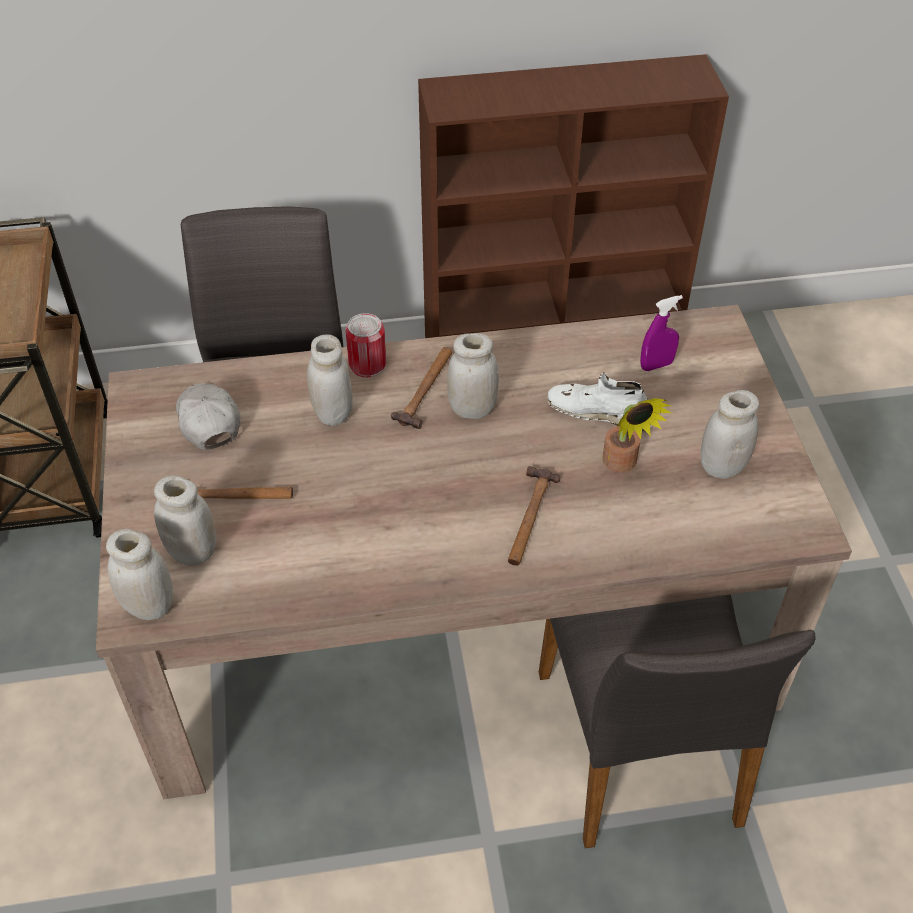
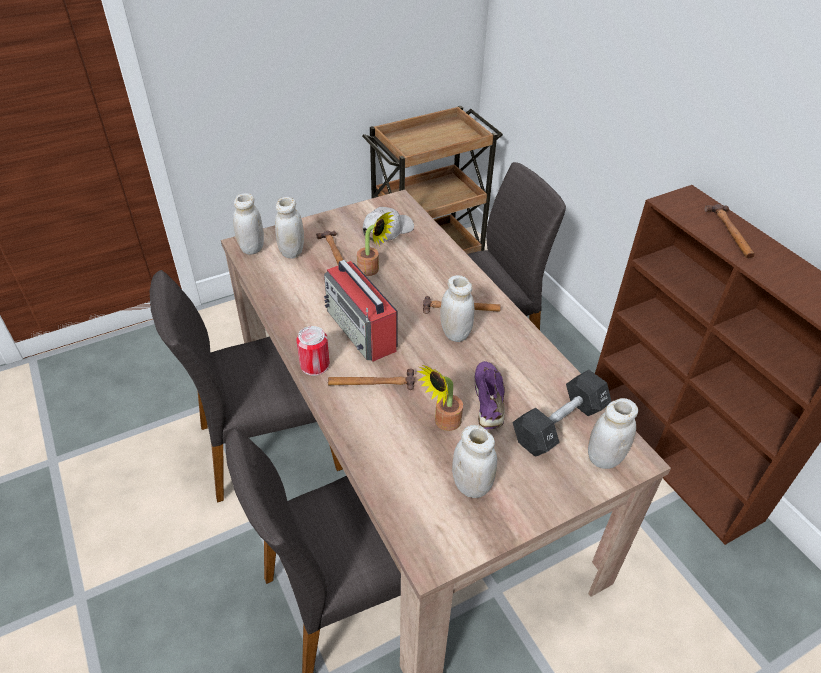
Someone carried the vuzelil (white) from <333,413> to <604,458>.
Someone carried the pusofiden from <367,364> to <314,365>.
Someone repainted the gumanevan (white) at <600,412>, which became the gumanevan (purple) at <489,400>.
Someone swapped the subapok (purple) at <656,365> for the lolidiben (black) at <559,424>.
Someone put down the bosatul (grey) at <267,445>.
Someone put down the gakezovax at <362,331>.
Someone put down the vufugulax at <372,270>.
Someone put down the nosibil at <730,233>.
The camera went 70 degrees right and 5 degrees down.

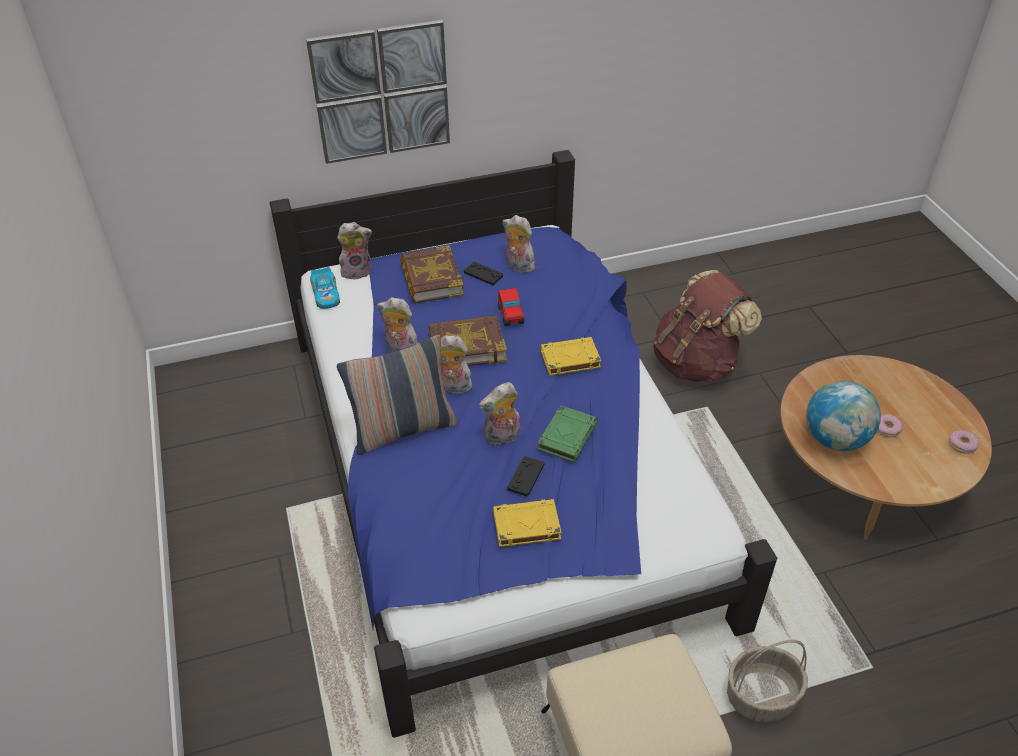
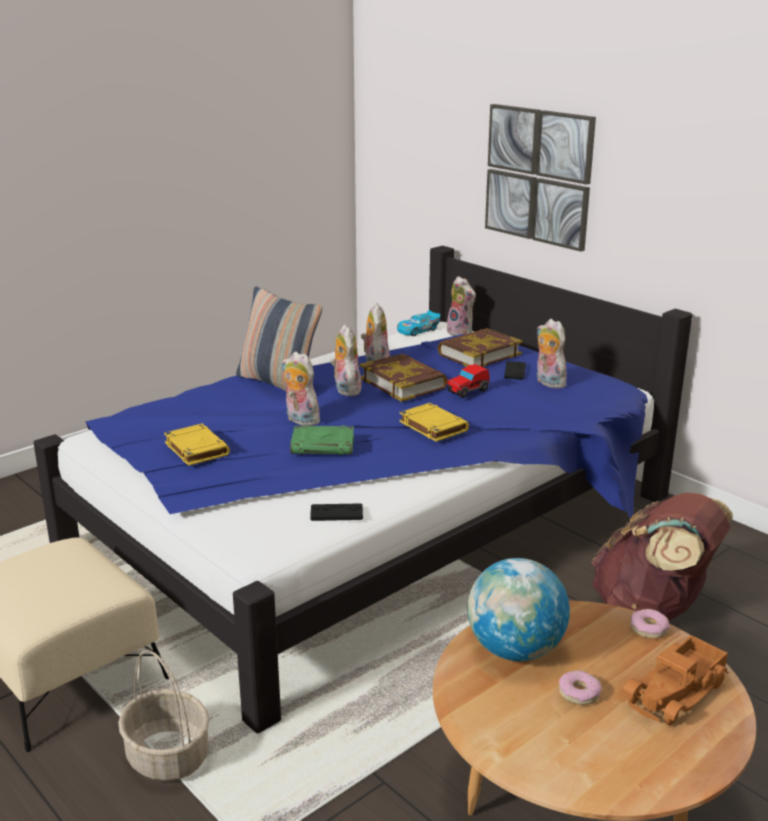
Someone rotated the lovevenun at <518,266> by 45 degrees counterclockwise.
Someone carried the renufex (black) from <525,477> to <336,513>.
Someone carried the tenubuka from <962,445> to <648,629>.
Someone put down the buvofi at <677,692>.
The camera went 65 degrees right and 20 degrees down.

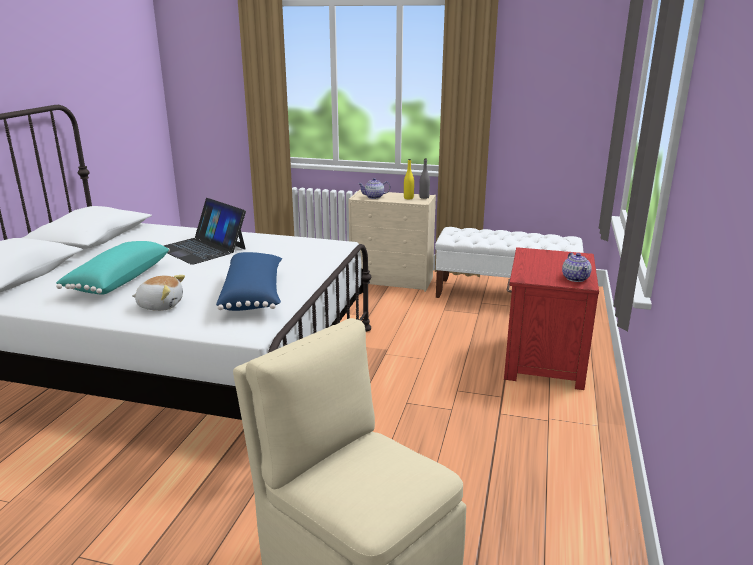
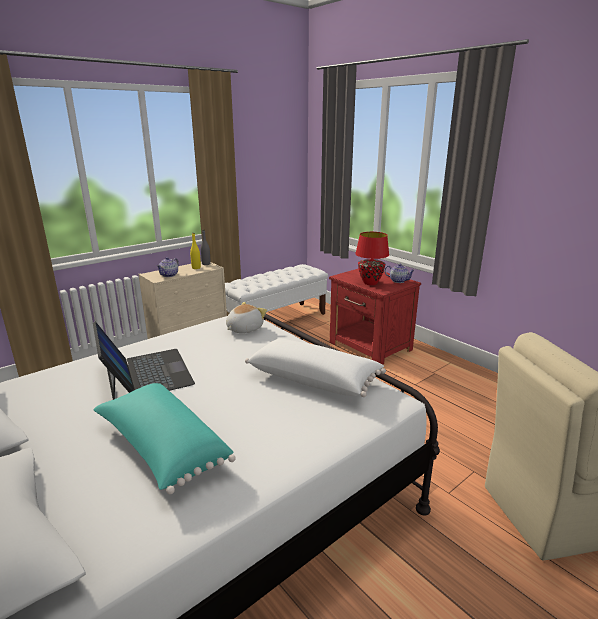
Someone carried the lovevenun from <160,305> to <244,329>.
Someone rotated the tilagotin at <202,248> by 105 degrees counterclockwise.
Someone repainted the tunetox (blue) at <254,295>, which became the tunetox (white) at <314,379>.
Someone put down the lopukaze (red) at <370,283>.
The camera went 55 degrees left and 0 degrees up.

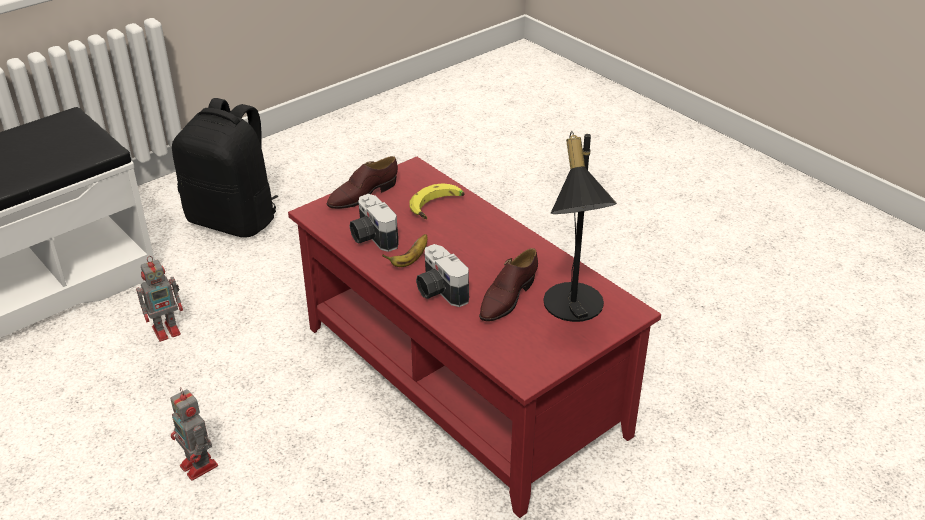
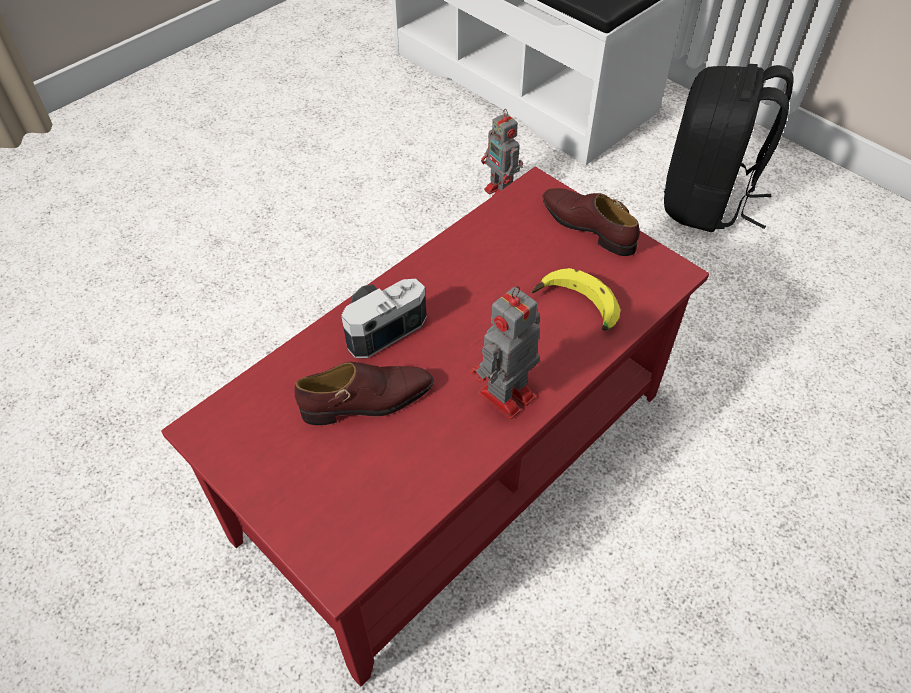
Someone carried the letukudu from <200,467> to <504,397>.
Someone took away the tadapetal at <371,237>.
Someone took away the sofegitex at <410,260>.
Someone rotated the gumanevan (brown) at <507,298> by 135 degrees clockwise.
Someone took away the lopukaze (black) at <572,310>.
The camera went 85 degrees right and 15 degrees up.

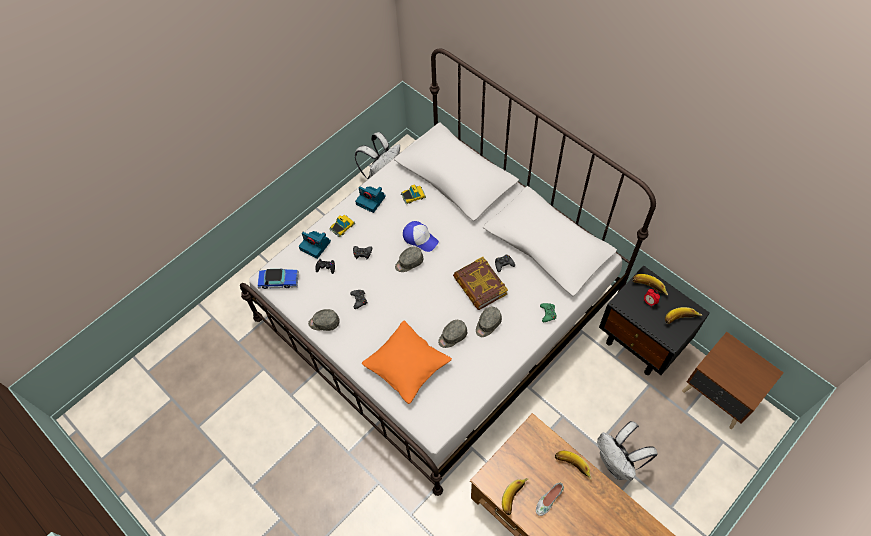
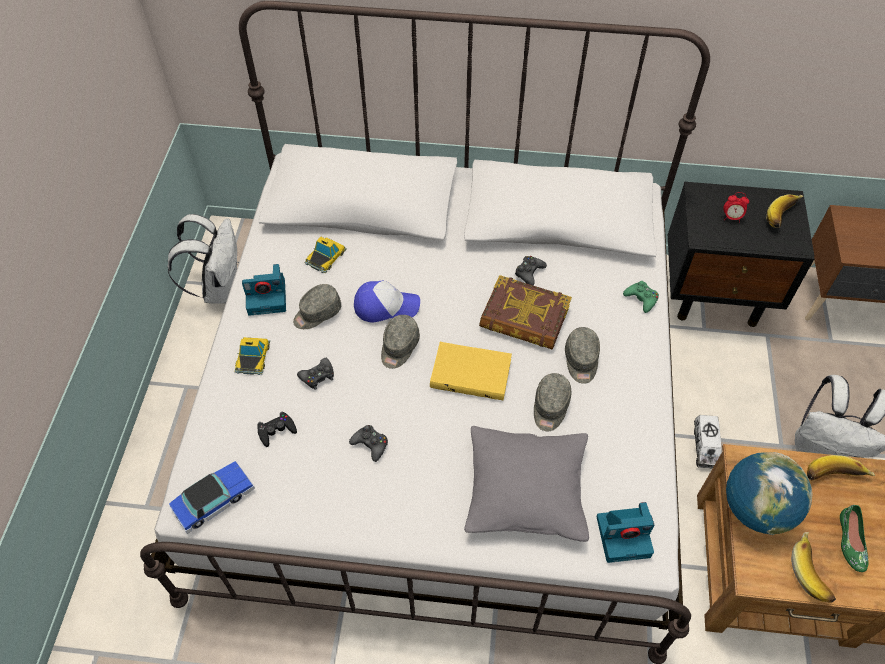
Someone carried the tadapetal from <316,245> to <624,535>.
Someone carried the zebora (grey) from <324,323> to <317,313>.
Someone repainted the tunetox (orange) at <407,365>, which became the tunetox (grey) at <526,490>.
Someone repainted the gumanevan (white) at <548,499>, which became the gumanevan (green) at <850,541>.
Someone took away the sofegitex at <648,288>.
Someone put down the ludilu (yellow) at <471,372>.
Someone put down the buvofi at <705,446>.
Someone put down the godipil at <756,509>.
The camera went 40 degrees left and 5 degrees down.

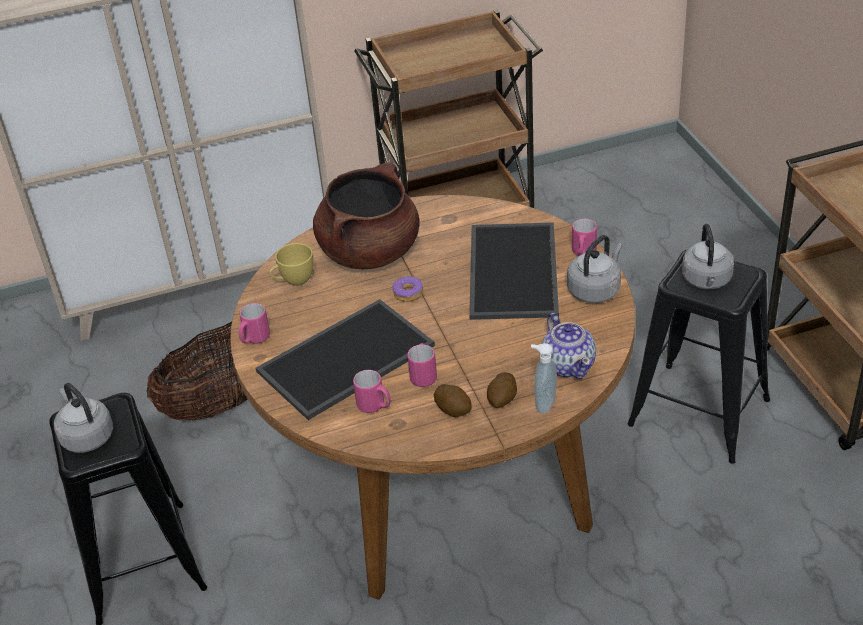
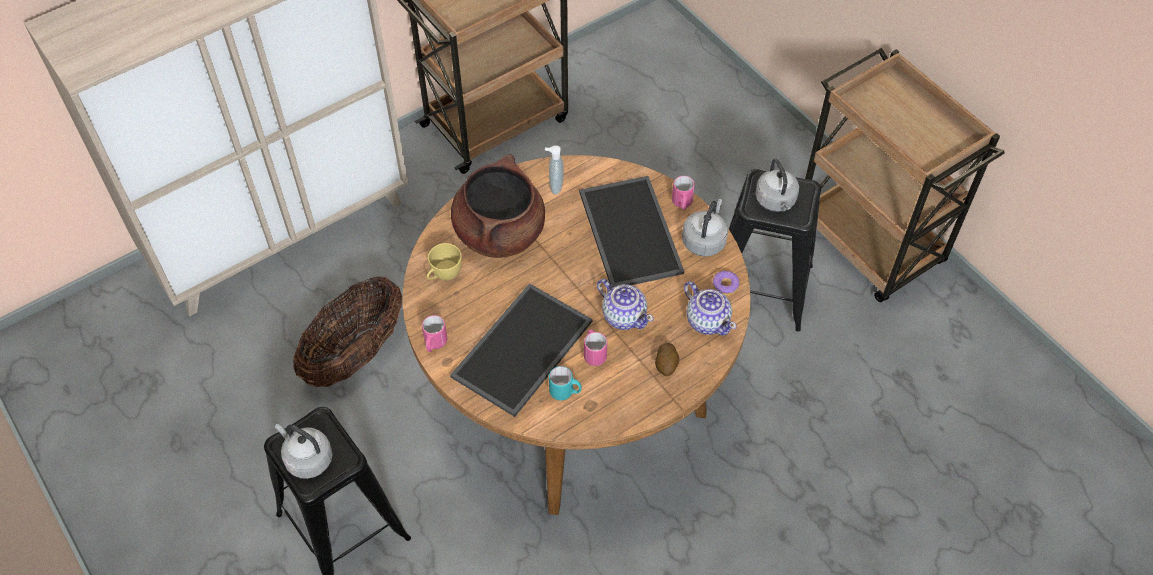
Someone repainted the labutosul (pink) at <375,406>, which became the labutosul (turquoise) at <565,392>.
Someone carried the tenubuka from <408,293> to <725,286>.
Someone took away the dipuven at <453,409>.
Someone carried the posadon from <543,404> to <554,186>.
Someone put down the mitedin at <624,315>.
The camera went 20 degrees left and 15 degrees up.

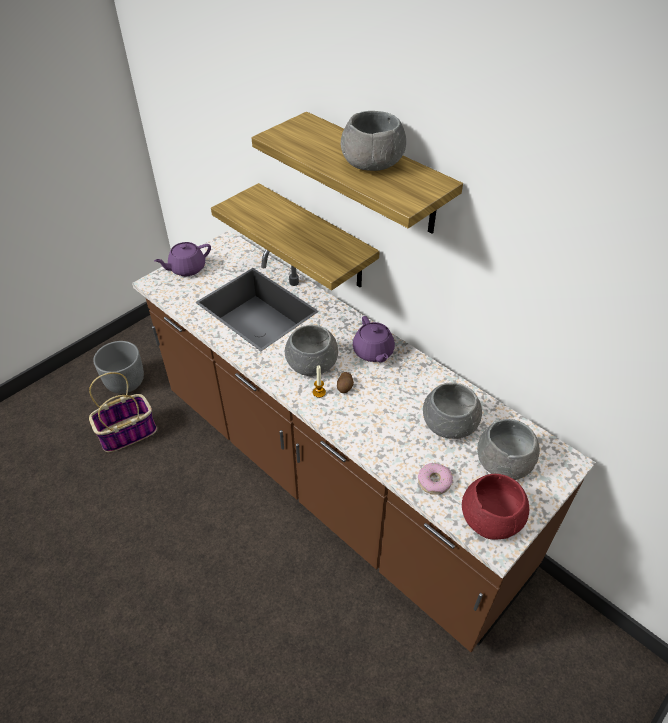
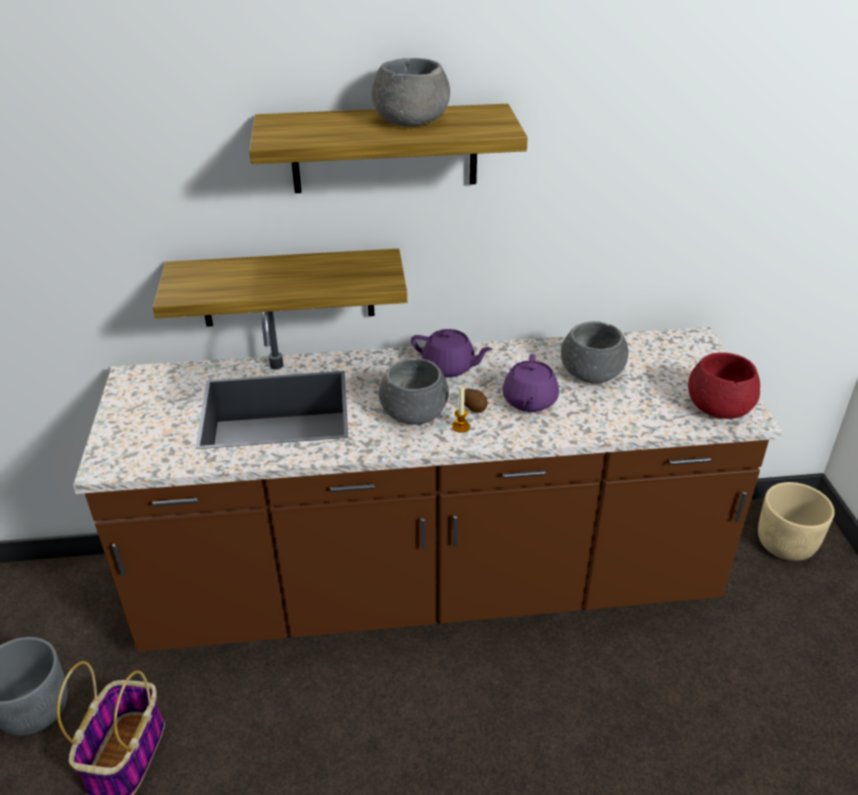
Someone carried the mitedin (purple) from <186,268> to <529,401>.
Someone took away the tenubuka at <434,481>.
Someone took away the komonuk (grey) at <503,462>.
Someone put down the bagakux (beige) at <786,544>.
The camera went 50 degrees left and 10 degrees down.

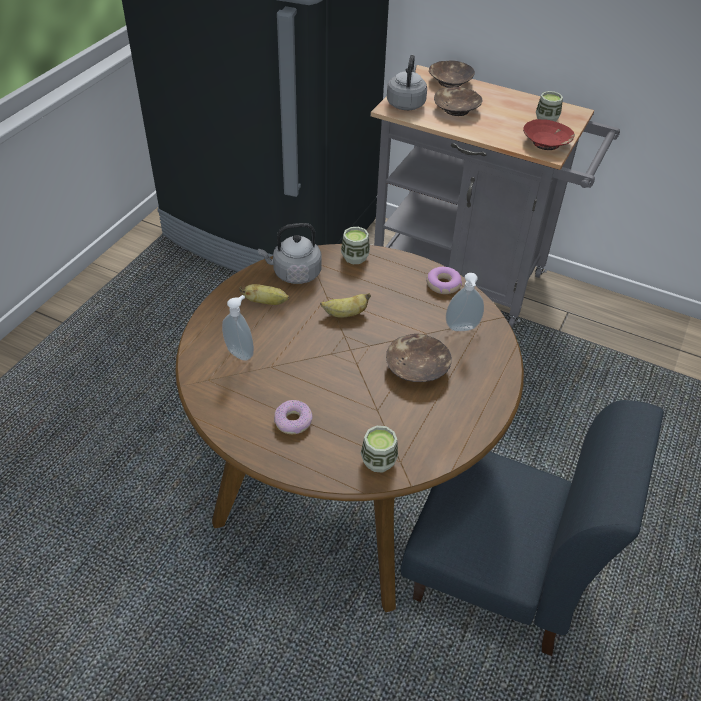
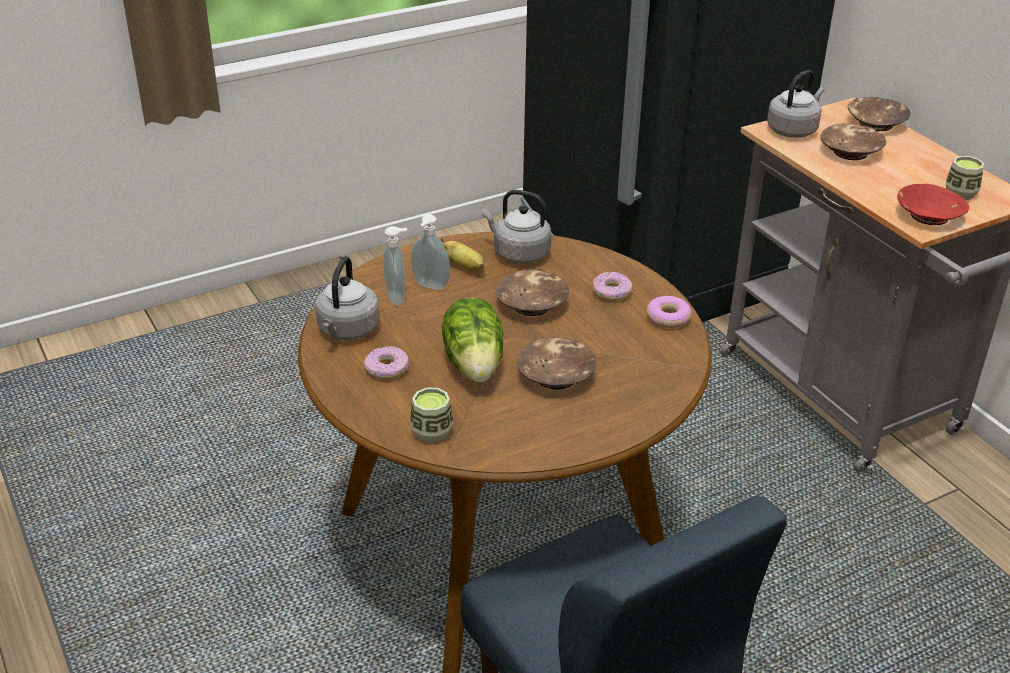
Someone swapped the sofegitex at <345,314> for the komonuk (brown) at <532,304>.
Someone took away the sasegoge at <355,257>.
Someone carried the posadon from <462,329> to <429,286>.
Someone put down the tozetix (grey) at <347,330>.
Someone put down the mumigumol at <475,364>.
Someone put down the tenubuka at <612,292>.
The camera went 35 degrees right and 10 degrees down.

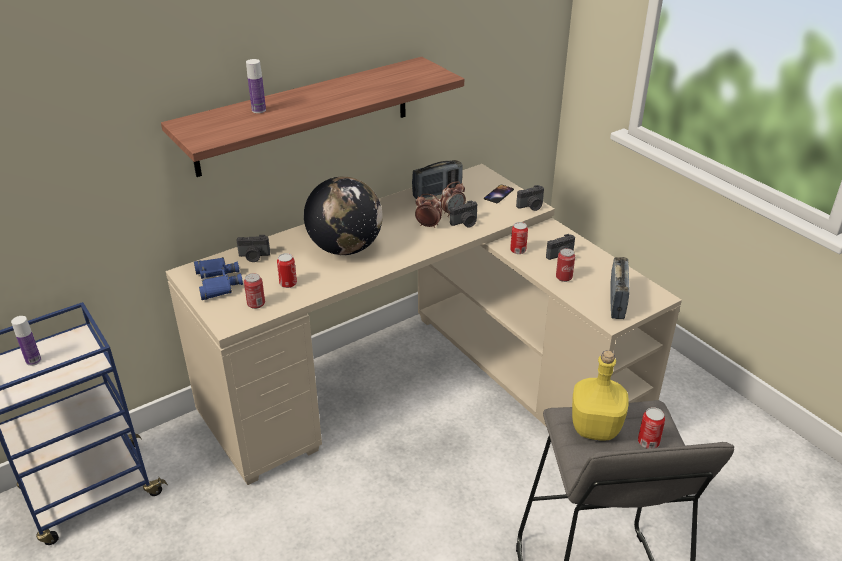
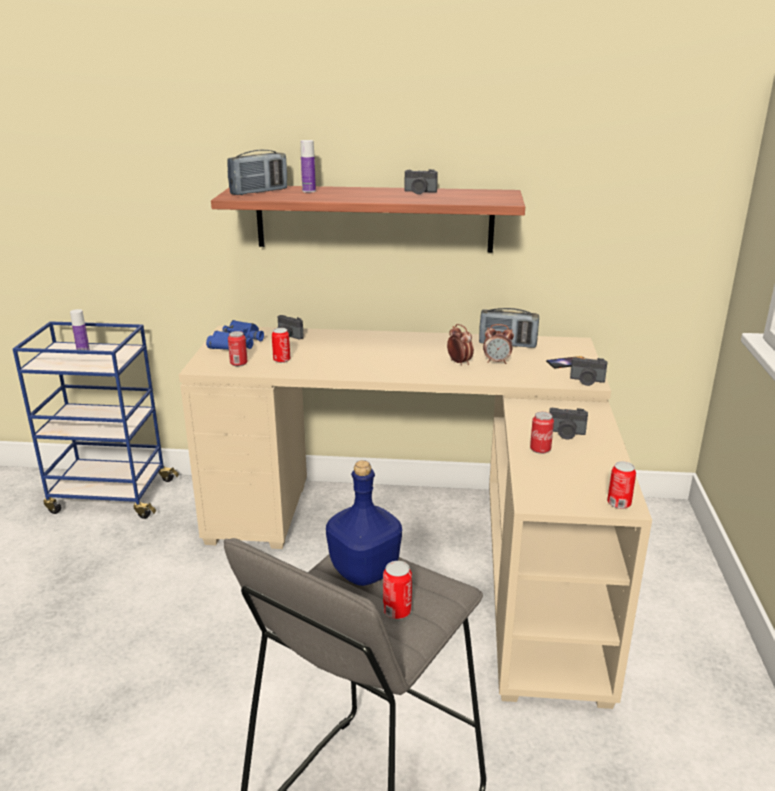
Someone took away the godipil at <345,248>.
Someone carried the tadapetal from <465,223> to <419,192>.
Someone carried the pusofiden from <518,250> to <619,503>.
Someone repainted the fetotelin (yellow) at <594,428>, which became the fetotelin (blue) at <363,570>.
Someone carried the gakezovax from <617,302> to <259,192>.
The camera went 40 degrees right and 10 degrees down.

